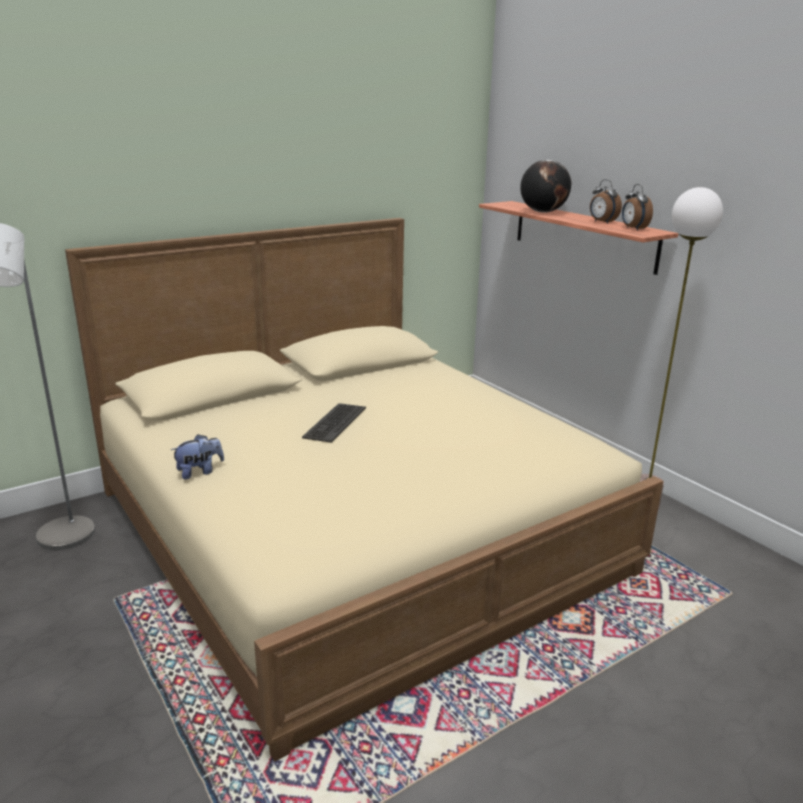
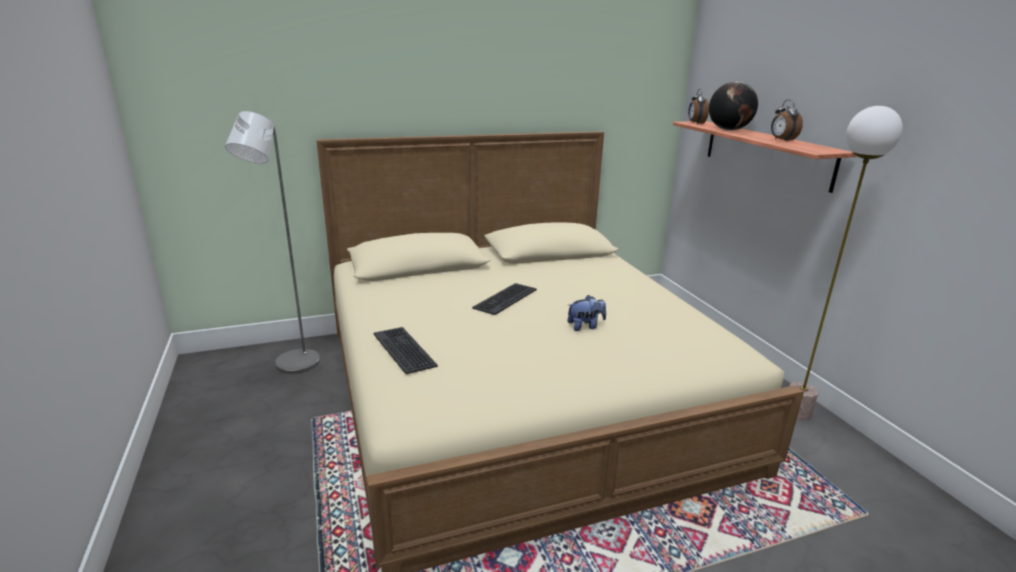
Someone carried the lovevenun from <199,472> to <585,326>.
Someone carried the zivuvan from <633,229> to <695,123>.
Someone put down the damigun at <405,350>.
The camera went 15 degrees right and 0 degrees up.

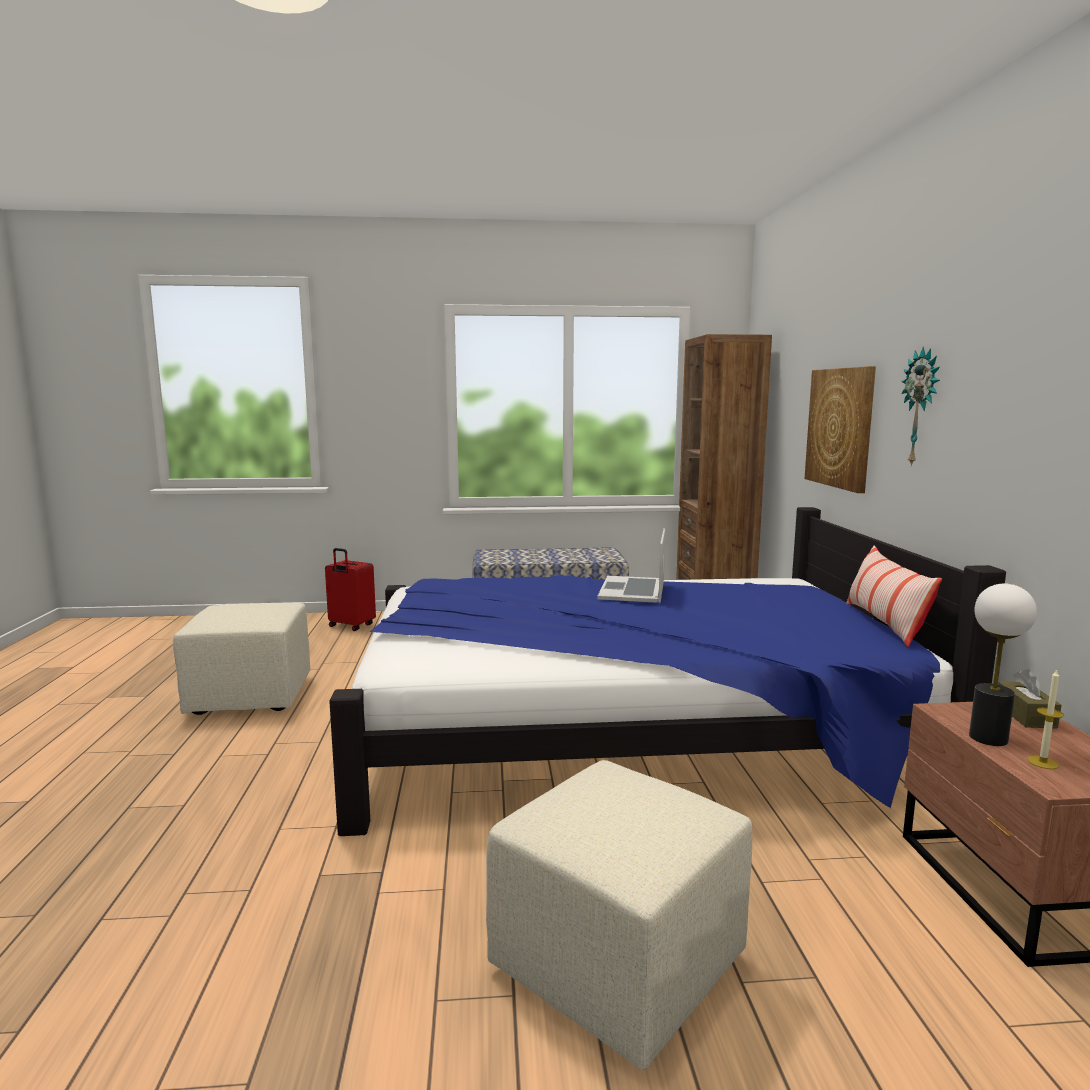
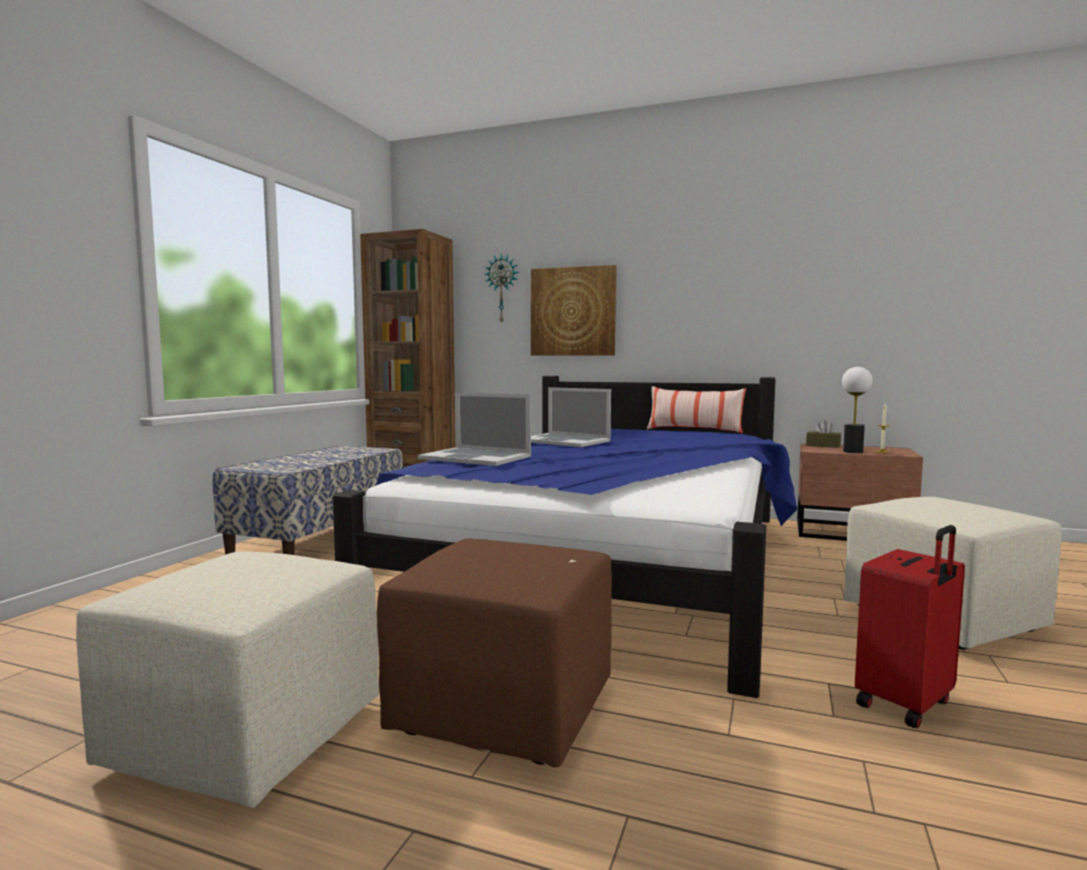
Someone carried the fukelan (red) from <351,626> to <906,704>.
Someone carried the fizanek from <922,407> to <502,289>.
Someone put down the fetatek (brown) at <507,710>.
Someone put down the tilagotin at <476,457>.
The camera went 65 degrees left and 5 degrees down.

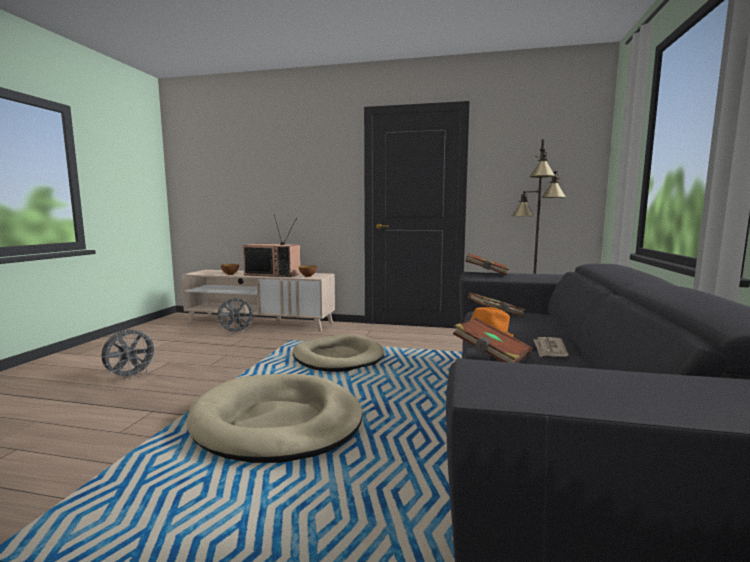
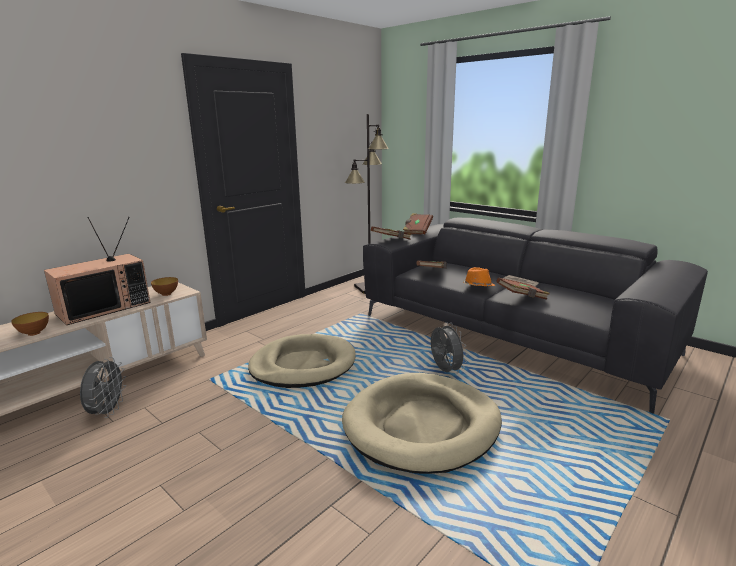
Someone carried the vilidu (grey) from <131,376> to <444,371>.
Someone put down the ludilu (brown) at <417,231>.
The camera went 60 degrees left and 10 degrees up.

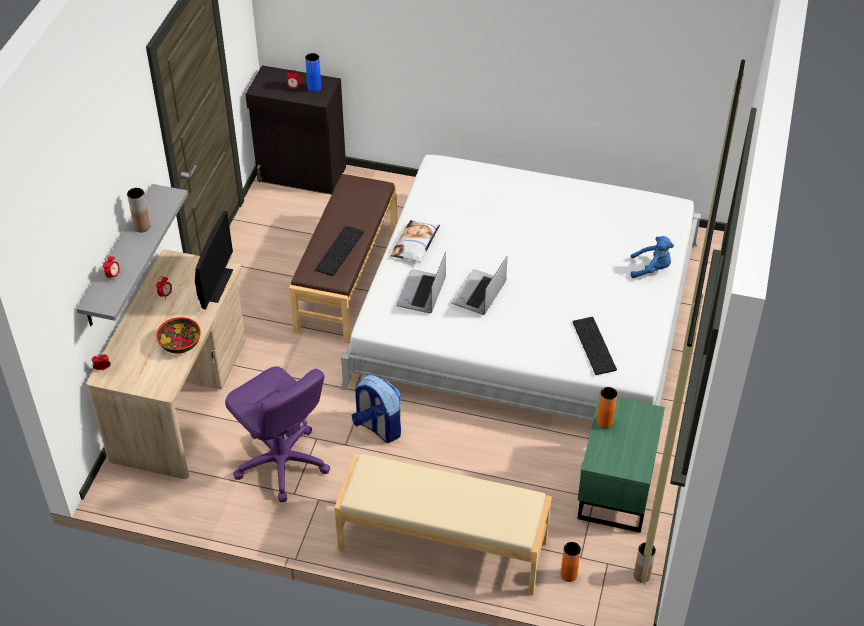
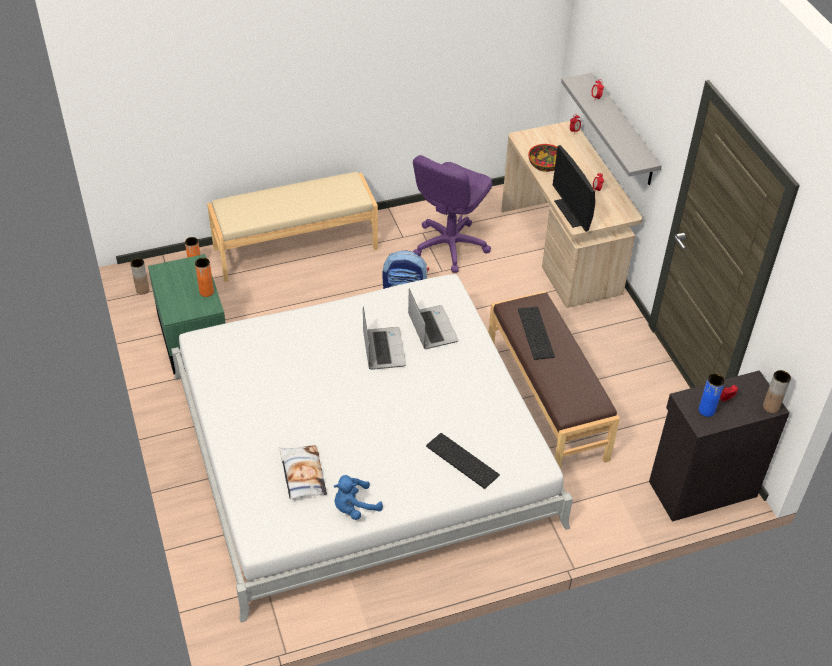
Someone carried the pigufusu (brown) from <142,227> to <771,407>.
Someone rotated the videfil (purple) at <281,463> by 75 degrees counterclockwise.
Someone carried the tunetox from <416,245> to <302,475>.
Someone carried the damigun from <595,346> to <460,461>.
Someone carried the lovevenun (blue) from <651,269> to <354,507>.
The camera went 145 degrees right and 0 degrees up.

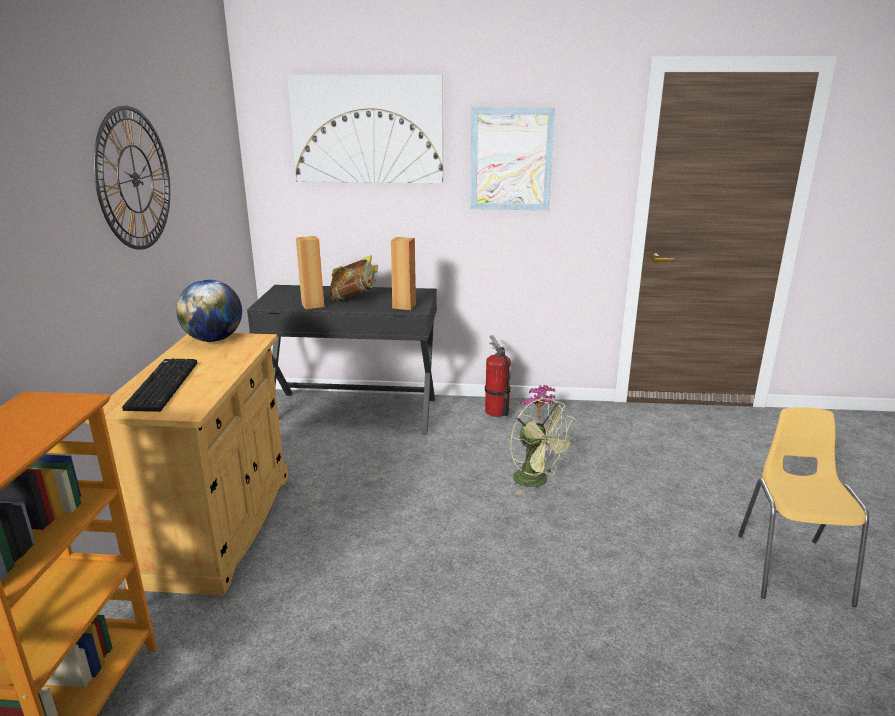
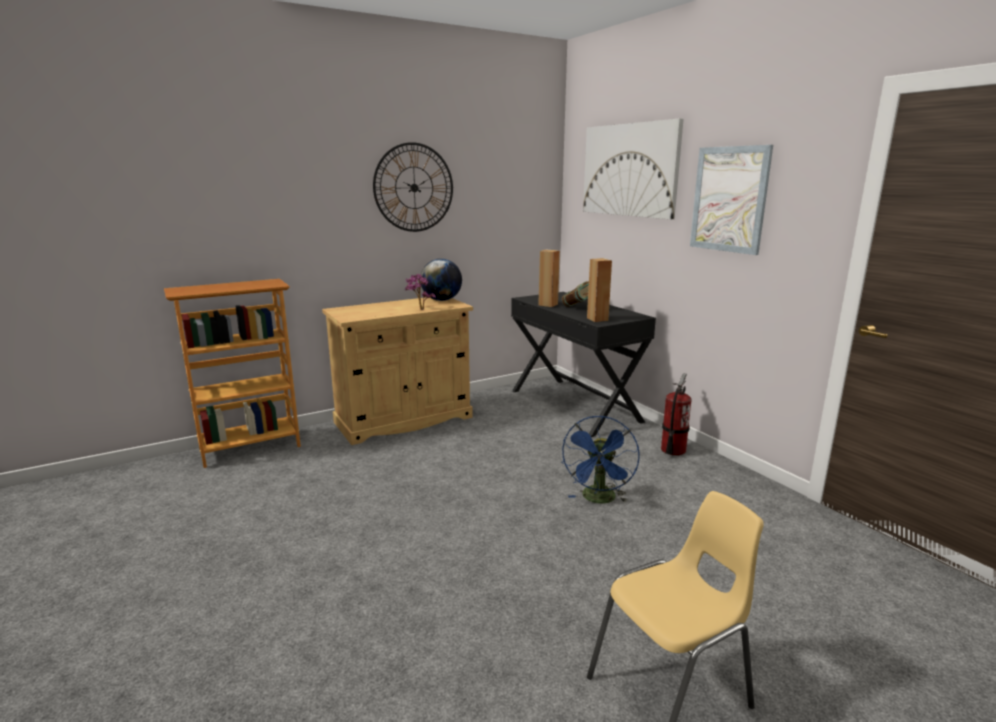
Someone took away the damigun at <161,385>.
Someone repainted the vilidu (green) at <537,481>, which became the vilidu (blue) at <599,500>.
Someone carried the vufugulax from <539,419> to <419,310>.
The camera went 55 degrees right and 5 degrees down.

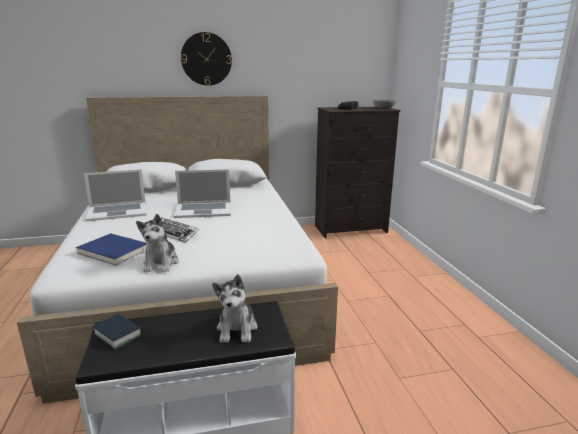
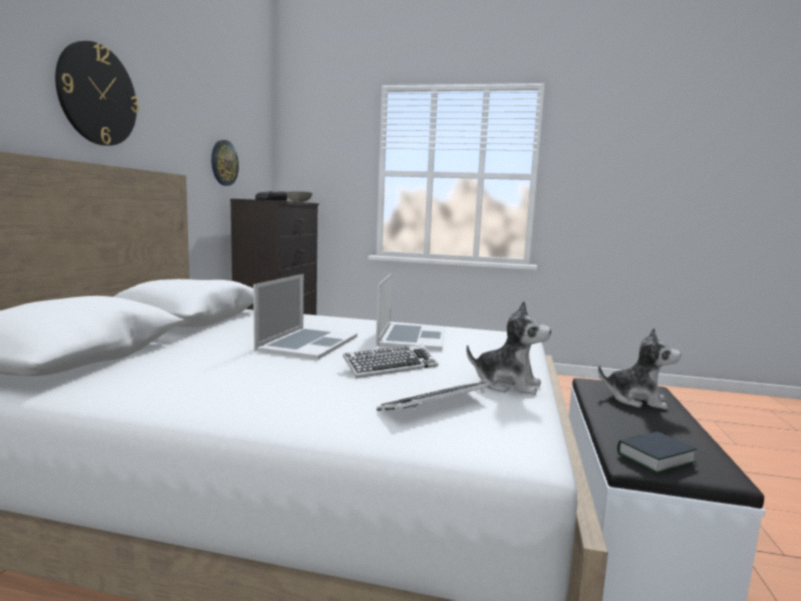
Someone swapped the ludilu (blue) at <114,251> for the damigun at <435,405>.
Someone carried the tilagotin from <117,211> to <411,337>.
Someone put up the fizanek at <224,163>.
The camera went 65 degrees left and 10 degrees down.

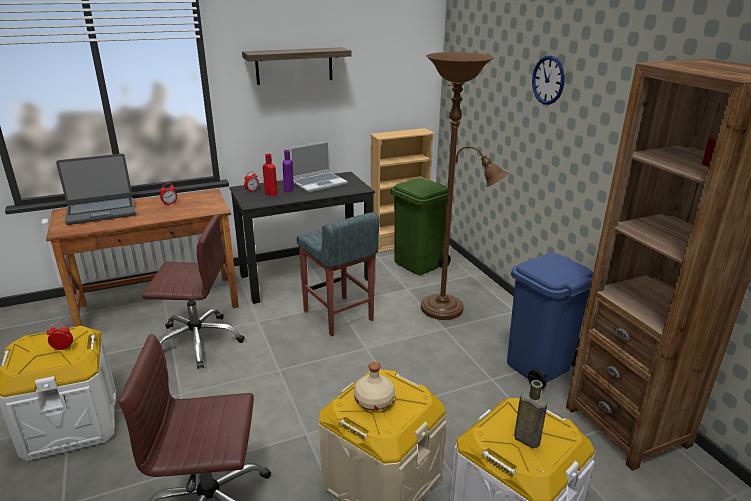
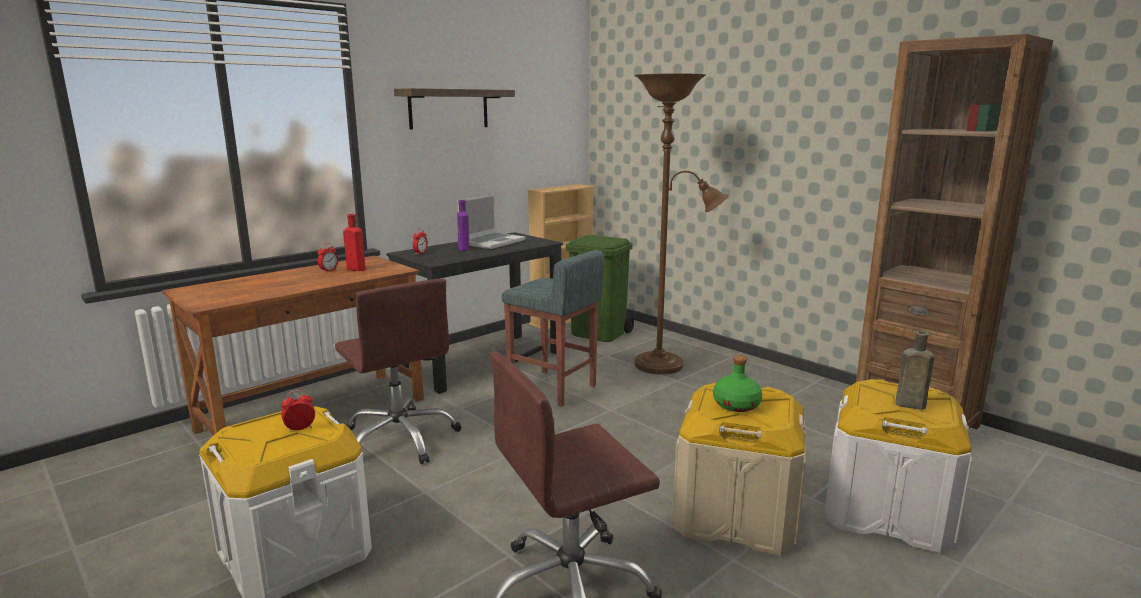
Someone took away the tilagotin at <101,211>.
Someone rotated the videfil (brown) at <198,341> by 75 degrees clockwise.
Someone carried the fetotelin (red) from <270,193> to <355,269>.
Someone repainted the fetotelin (beige) at <374,401>, which became the fetotelin (green) at <736,405>.
Someone took away the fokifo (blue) at <538,366>.
Someone took away the fizanek at <548,80>.
The camera went 20 degrees left and 10 degrees down.

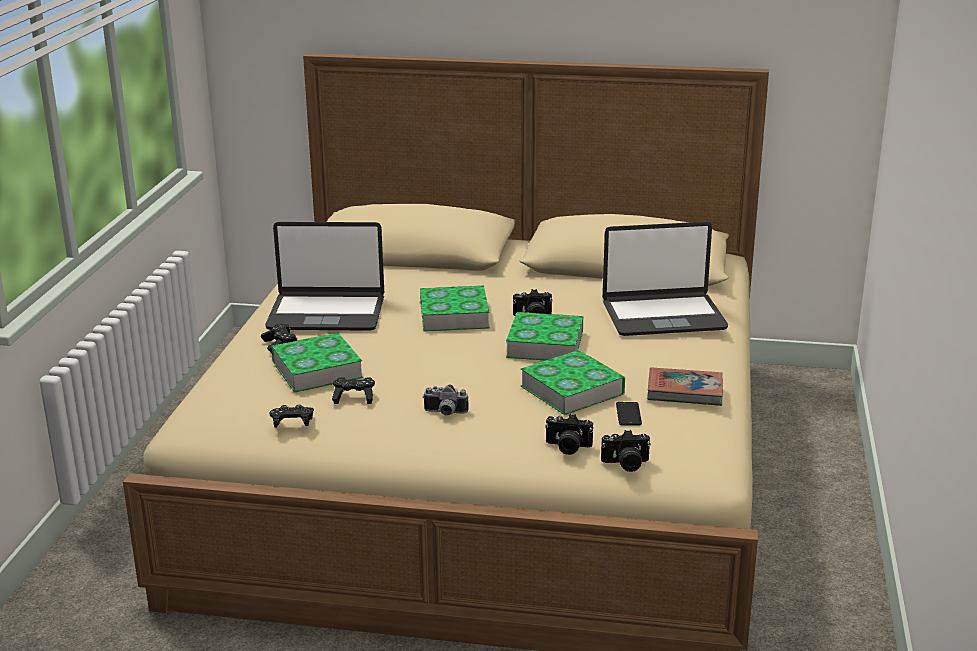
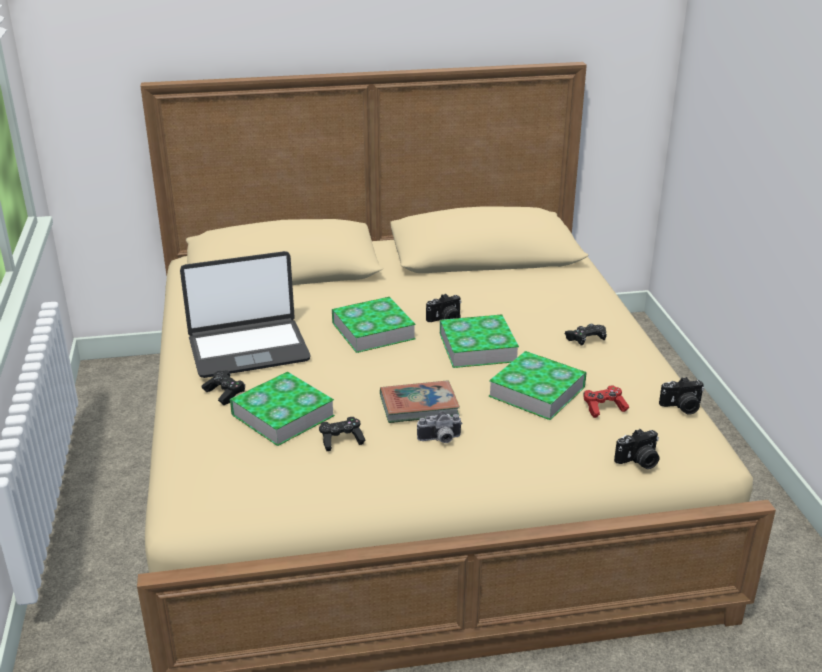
Someone carried the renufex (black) from <292,423> to <585,340>.
Someone carried the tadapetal from <567,447> to <682,407>.
Someone took away the tilagotin at <663,316>.
Someone swapped the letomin at <628,414> for the renufex (red) at <604,408>.
Someone carried the ludilu from <684,391> to <419,406>.
The camera went 20 degrees left and 5 degrees up.

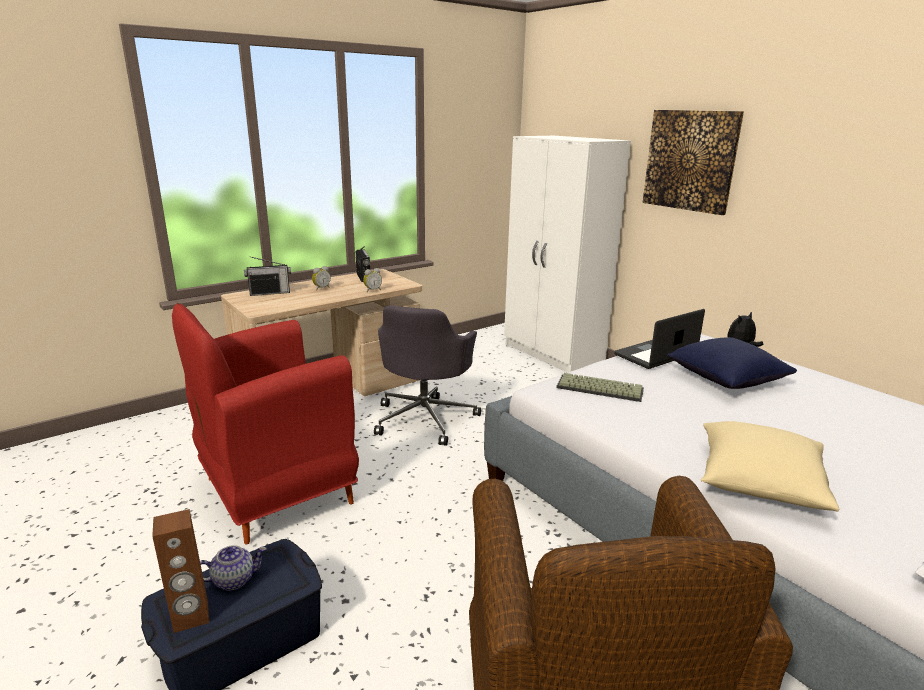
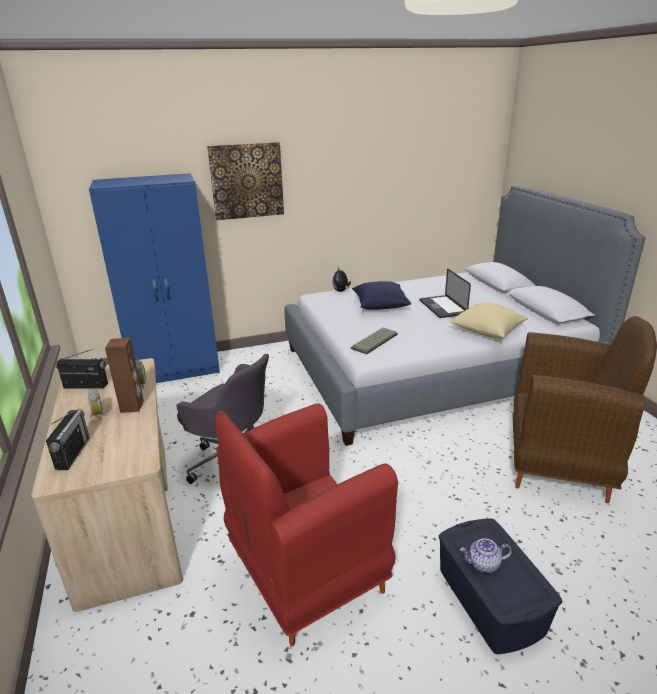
Someone carried the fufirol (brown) from <191,617> to <132,406>.
Someone rotated the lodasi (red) at <275,492> by 75 degrees clockwise.
Someone rotated the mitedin at <234,579> by 90 degrees counterclockwise.
Someone repainted the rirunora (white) at <553,353>, which became the rirunora (blue) at <176,370>.
Someone carried the tilagotin from <655,354> to <442,307>.
The camera went 70 degrees left and 5 degrees up.

